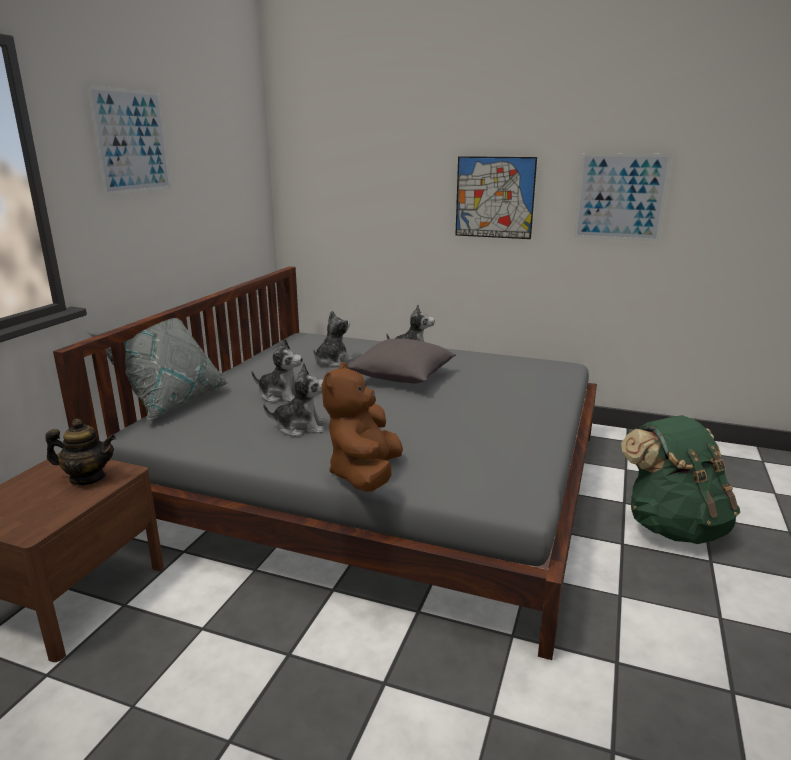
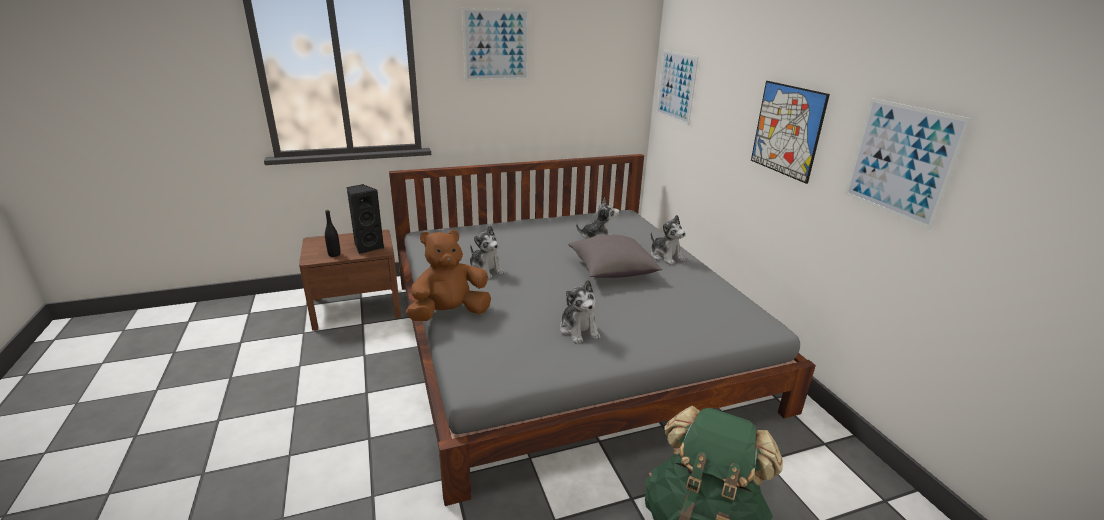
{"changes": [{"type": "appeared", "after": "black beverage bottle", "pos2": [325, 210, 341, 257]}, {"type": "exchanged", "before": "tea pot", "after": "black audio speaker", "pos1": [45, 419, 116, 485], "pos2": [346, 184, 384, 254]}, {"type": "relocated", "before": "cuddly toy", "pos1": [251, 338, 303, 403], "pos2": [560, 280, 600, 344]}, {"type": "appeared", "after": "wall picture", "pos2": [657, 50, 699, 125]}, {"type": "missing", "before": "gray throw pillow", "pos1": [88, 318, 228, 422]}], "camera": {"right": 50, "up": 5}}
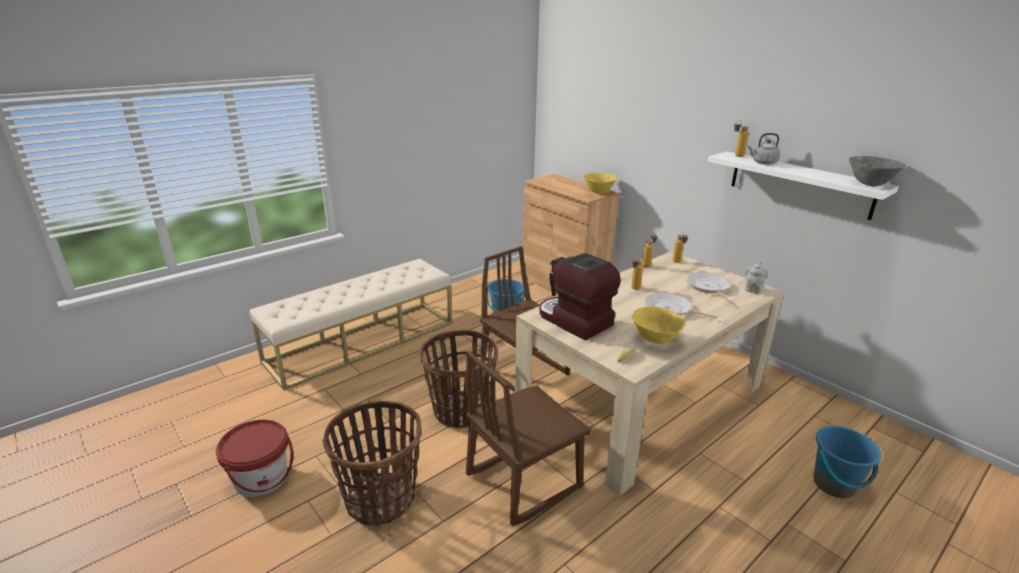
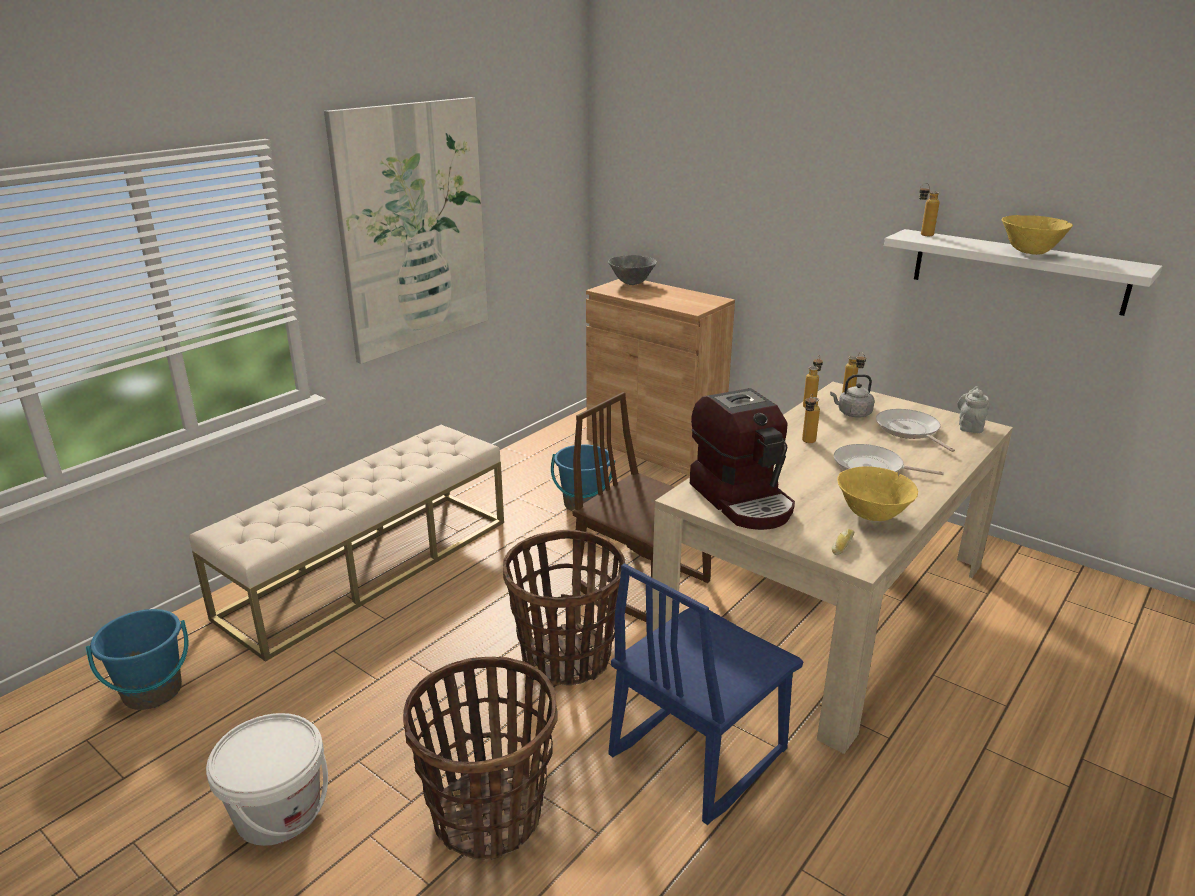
{"changes": [{"type": "relocated", "before": "bluish water bucket", "pos1": [813, 426, 881, 498], "pos2": [86, 609, 188, 710]}, {"type": "colour", "before": "red water bucket", "after": "white water bucket", "pos1": [216, 419, 293, 497], "pos2": [206, 713, 328, 846]}, {"type": "appeared", "after": "wall picture", "pos2": [324, 97, 488, 364]}, {"type": "relocated", "before": "gray deep dish", "pos1": [849, 156, 906, 186], "pos2": [608, 255, 657, 285]}, {"type": "colour", "before": "brown-coloured chair", "after": "bluish chair", "pos1": [465, 351, 592, 527], "pos2": [609, 563, 803, 825]}, {"type": "spun", "before": "coffee maker", "pos1": [540, 253, 621, 341], "pos2": [690, 388, 795, 530], "turn": -150}, {"type": "relocated", "before": "gray tea kettle", "pos1": [748, 133, 780, 165], "pos2": [830, 374, 875, 418]}, {"type": "relocated", "before": "yellowish deep dish", "pos1": [583, 173, 617, 194], "pos2": [1002, 215, 1073, 255]}], "camera": {"right": -10, "up": 0}}
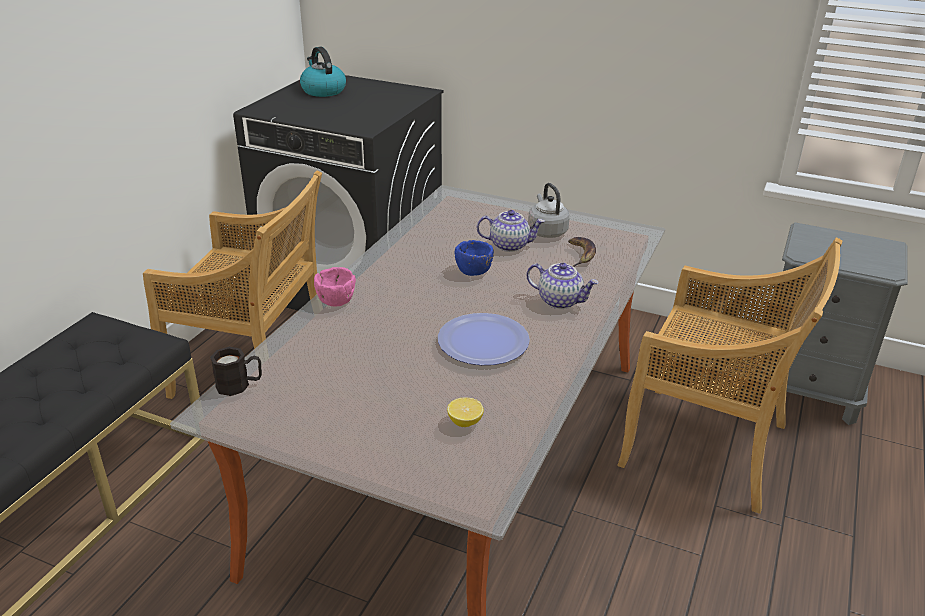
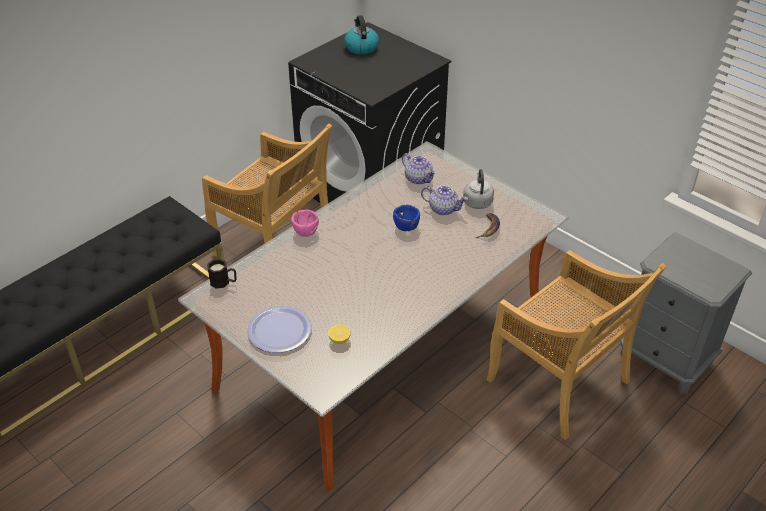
{"changes": [{"type": "relocated", "before": "plate", "pos1": [438, 313, 530, 365], "pos2": [247, 306, 312, 353]}, {"type": "relocated", "before": "tea pot", "pos1": [526, 263, 599, 309], "pos2": [402, 153, 436, 185]}], "camera": {"right": 20, "up": 10}}
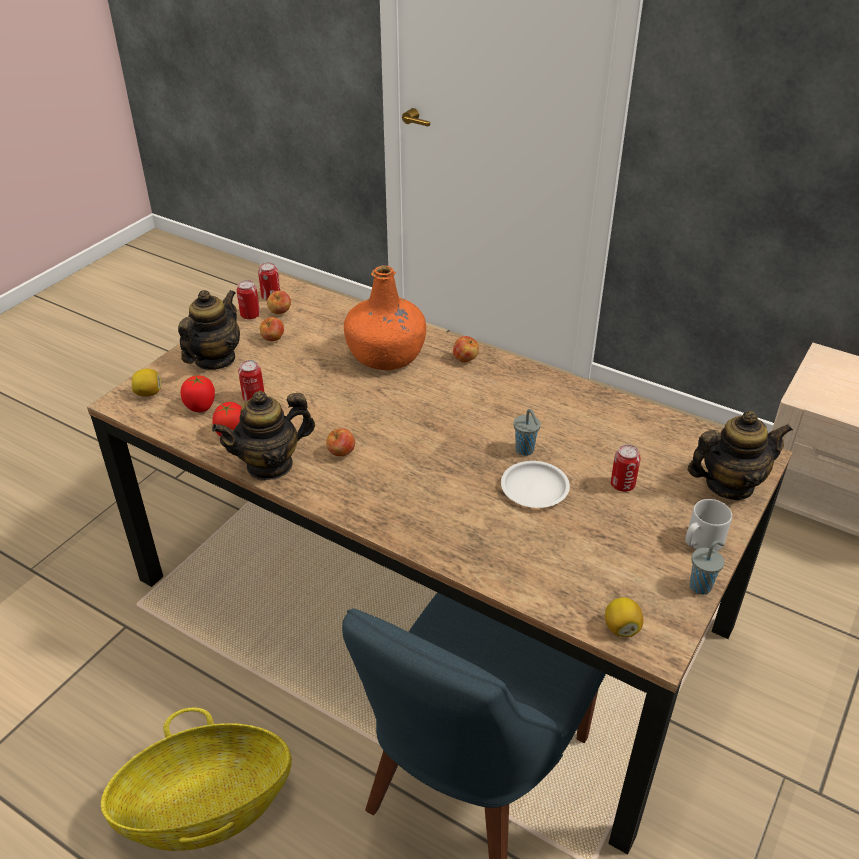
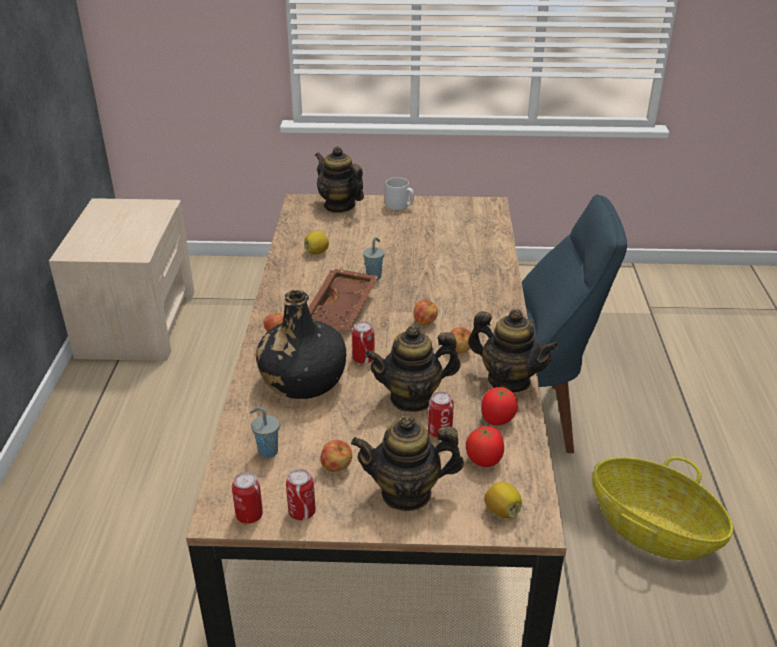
{"changes": [{"type": "relocated", "before": "gray cup", "pos1": [690, 540, 724, 595], "pos2": [250, 407, 280, 458]}, {"type": "colour", "before": "orange beverage bottle", "after": "black beverage bottle", "pos1": [344, 265, 426, 370], "pos2": [256, 290, 346, 399]}, {"type": "relocated", "before": "whole lemon", "pos1": [605, 597, 644, 637], "pos2": [304, 231, 329, 254]}, {"type": "appeared", "after": "brown-coloured serving tray", "pos2": [308, 268, 378, 331]}, {"type": "relocated", "before": "metal can", "pos1": [610, 444, 641, 492], "pos2": [352, 321, 375, 364]}, {"type": "appeared", "after": "tea pot", "pos2": [365, 325, 461, 412]}, {"type": "relocated", "before": "whole apple", "pos1": [267, 291, 291, 314], "pos2": [414, 300, 438, 326]}, {"type": "missing", "before": "white plate", "pos1": [501, 461, 570, 508]}], "camera": {"right": -120, "up": -5}}
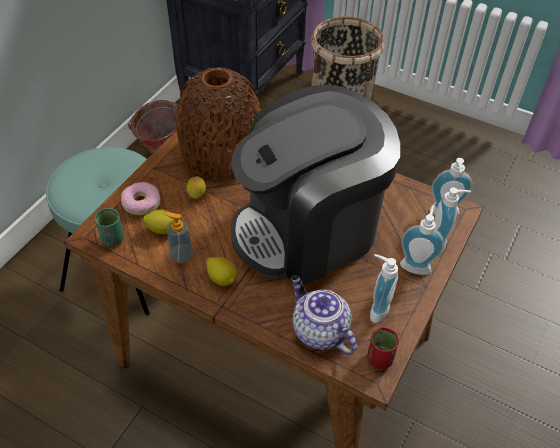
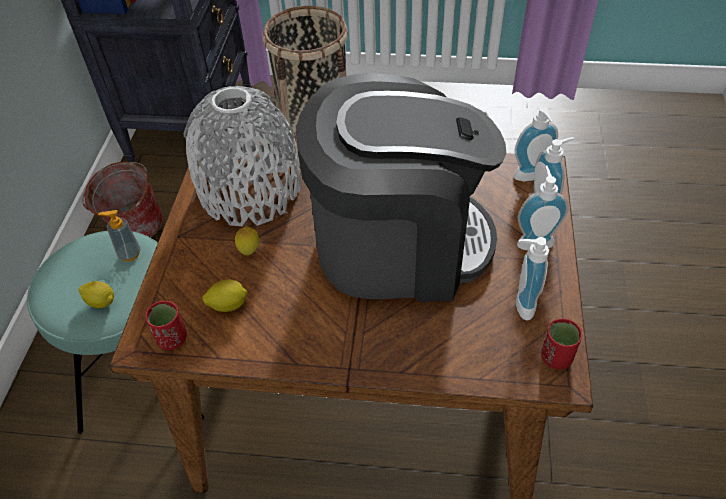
{"changes": [{"type": "relocated", "before": "whole lemon", "pos1": [206, 257, 237, 286], "pos2": [79, 281, 114, 308]}, {"type": "relocated", "before": "soap dispenser", "pos1": [163, 212, 194, 264], "pos2": [98, 210, 141, 261]}, {"type": "colour", "before": "greenish cup", "after": "red cup", "pos1": [95, 208, 124, 246], "pos2": [145, 300, 187, 350]}, {"type": "colour", "before": "brown-coloured vase", "after": "gray vase", "pos1": [176, 67, 261, 179], "pos2": [183, 86, 300, 226]}, {"type": "spun", "before": "coffee maker", "pos1": [231, 84, 400, 285], "pos2": [296, 73, 506, 302], "turn": -135}, {"type": "missing", "before": "ring doughnut", "pos1": [121, 182, 160, 215]}, {"type": "missing", "before": "tea pot", "pos1": [291, 275, 357, 355]}], "camera": {"right": -20, "up": 0}}
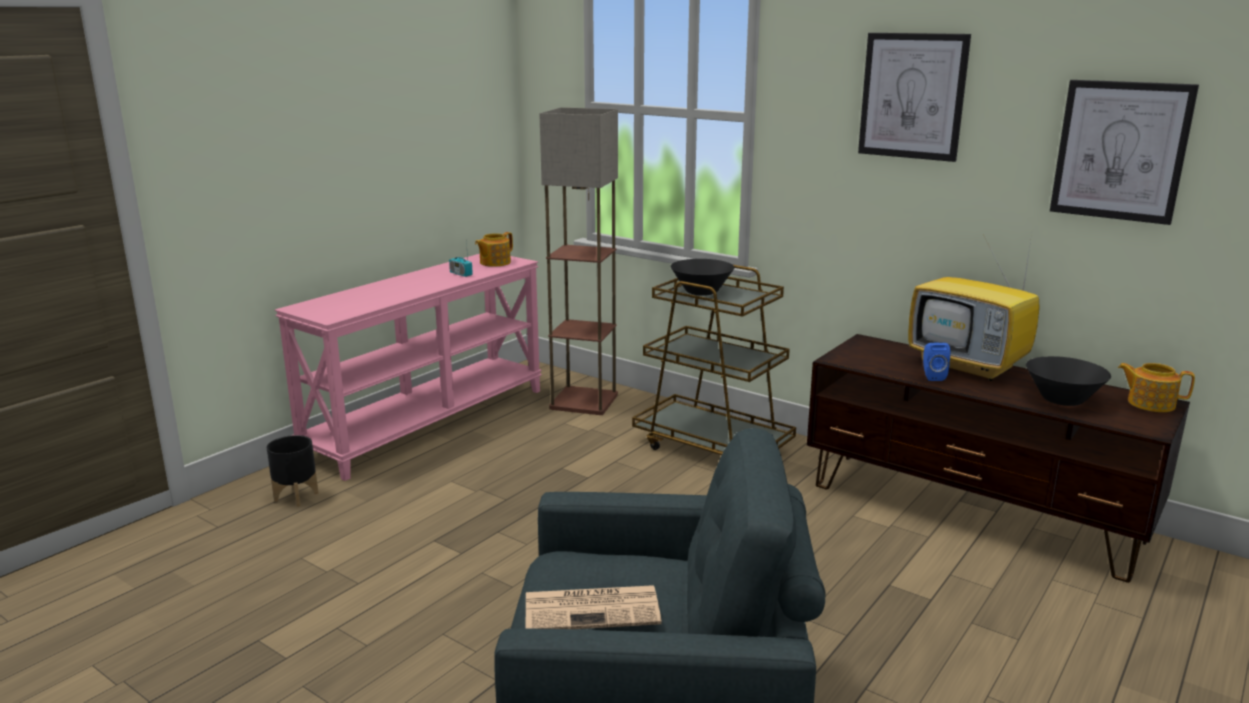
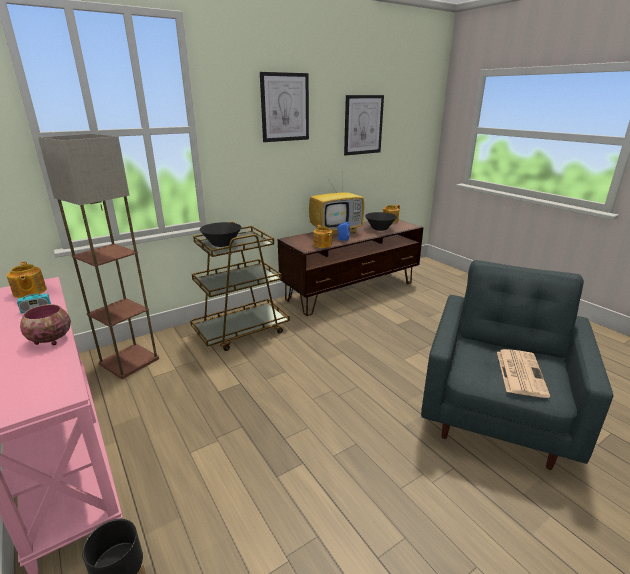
{"changes": [{"type": "appeared", "after": "deep dish", "pos2": [20, 304, 71, 345]}, {"type": "appeared", "after": "tea pot", "pos2": [313, 225, 332, 248]}], "camera": {"right": -70, "up": 5}}
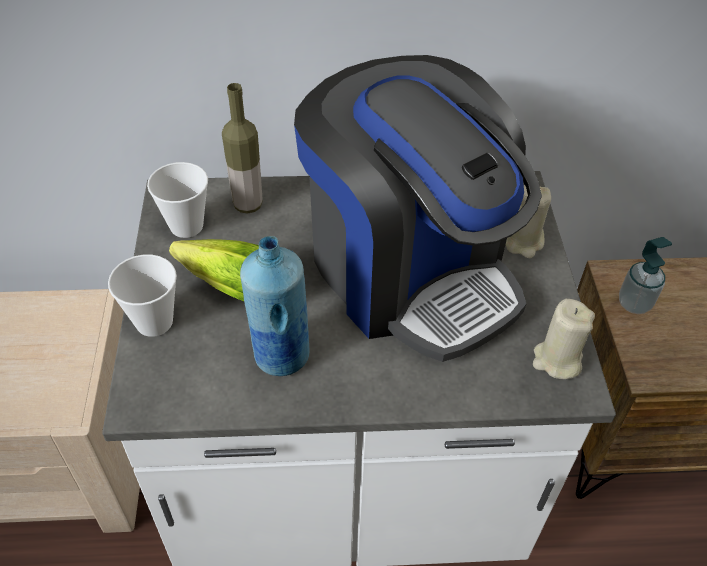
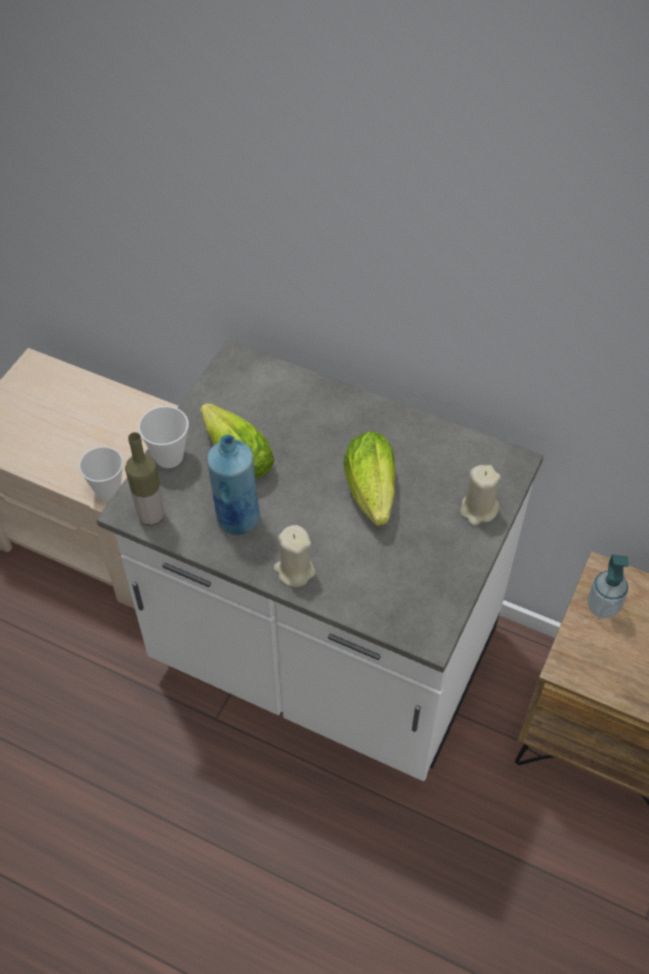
{"changes": [{"type": "relocated", "before": "cup", "pos1": [147, 162, 208, 238], "pos2": [79, 446, 123, 501]}, {"type": "relocated", "before": "beverage bottle", "pos1": [222, 83, 263, 213], "pos2": [125, 432, 165, 526]}, {"type": "relocated", "before": "sand-coloured wax light", "pos1": [533, 299, 595, 379], "pos2": [274, 525, 315, 587]}, {"type": "exchanged", "before": "coffee maker", "after": "lettuce head", "pos1": [294, 55, 542, 362], "pos2": [343, 431, 395, 526]}], "camera": {"right": 30, "up": 5}}
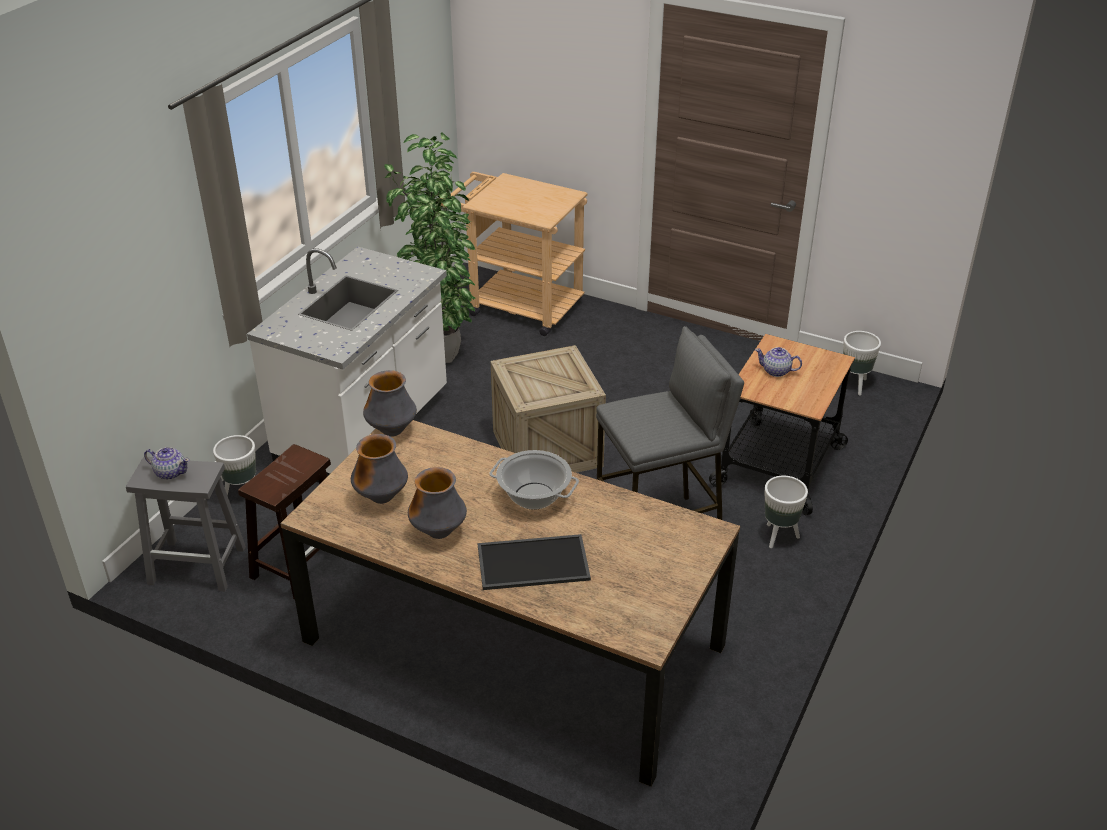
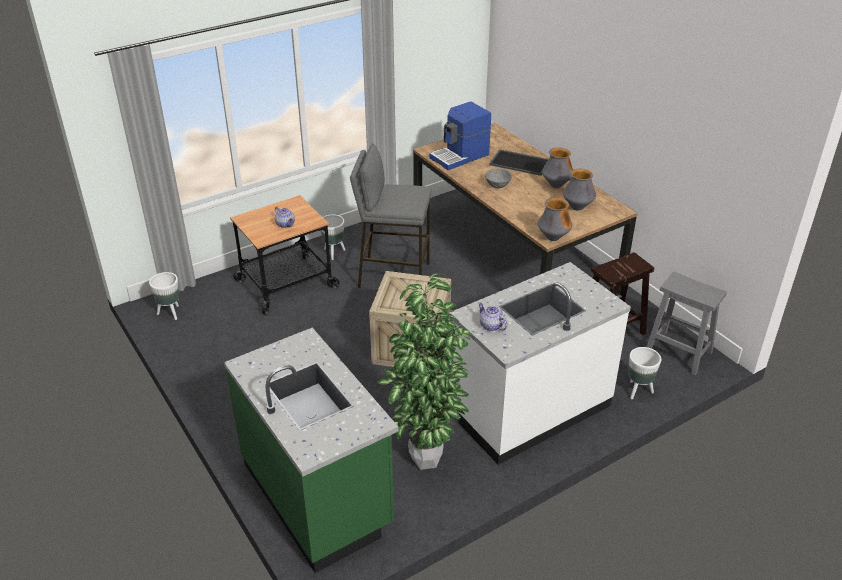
{"changes": [{"type": "exchanged", "before": "sand-coloured wheeled cart", "after": "greenish kitchen base unit", "pos1": [440, 172, 588, 336], "pos2": [224, 327, 399, 573]}, {"type": "appeared", "after": "coffee maker", "pos2": [429, 102, 491, 170]}, {"type": "relocated", "before": "tea pot", "pos1": [144, 447, 190, 480], "pos2": [478, 302, 507, 331]}, {"type": "exchanged", "before": "stockpot", "after": "gray deep dish", "pos1": [489, 450, 579, 510], "pos2": [485, 168, 512, 188]}], "camera": {"right": -150, "up": 0}}
